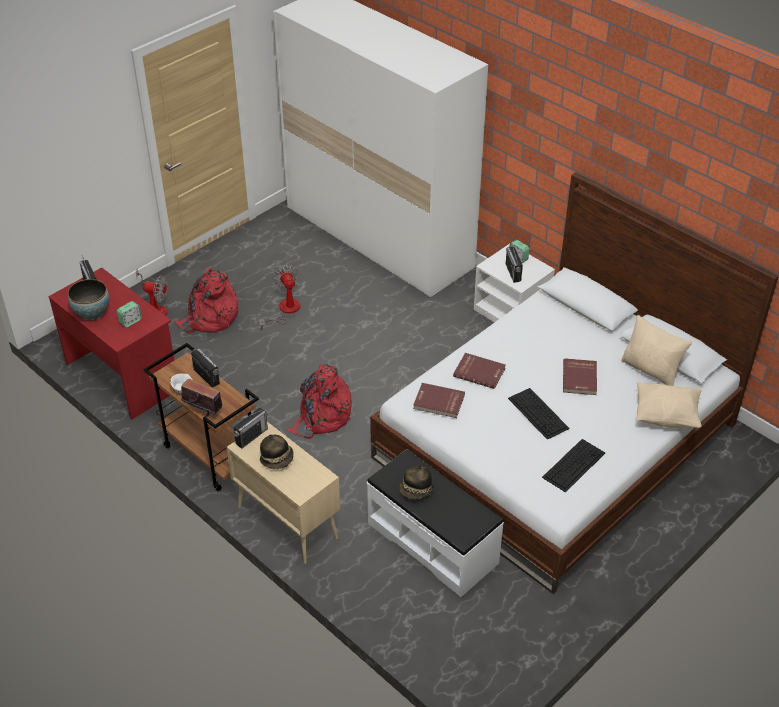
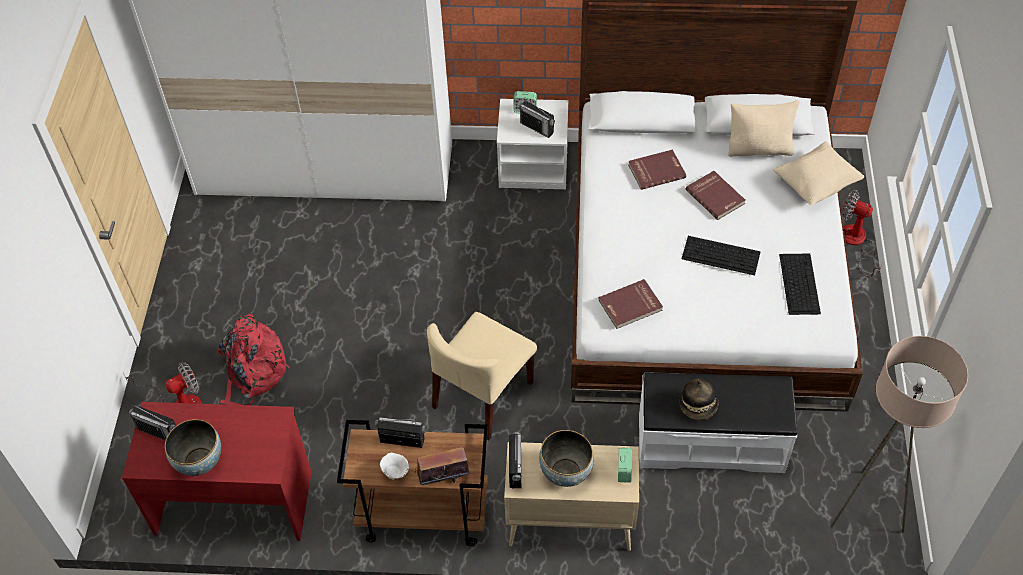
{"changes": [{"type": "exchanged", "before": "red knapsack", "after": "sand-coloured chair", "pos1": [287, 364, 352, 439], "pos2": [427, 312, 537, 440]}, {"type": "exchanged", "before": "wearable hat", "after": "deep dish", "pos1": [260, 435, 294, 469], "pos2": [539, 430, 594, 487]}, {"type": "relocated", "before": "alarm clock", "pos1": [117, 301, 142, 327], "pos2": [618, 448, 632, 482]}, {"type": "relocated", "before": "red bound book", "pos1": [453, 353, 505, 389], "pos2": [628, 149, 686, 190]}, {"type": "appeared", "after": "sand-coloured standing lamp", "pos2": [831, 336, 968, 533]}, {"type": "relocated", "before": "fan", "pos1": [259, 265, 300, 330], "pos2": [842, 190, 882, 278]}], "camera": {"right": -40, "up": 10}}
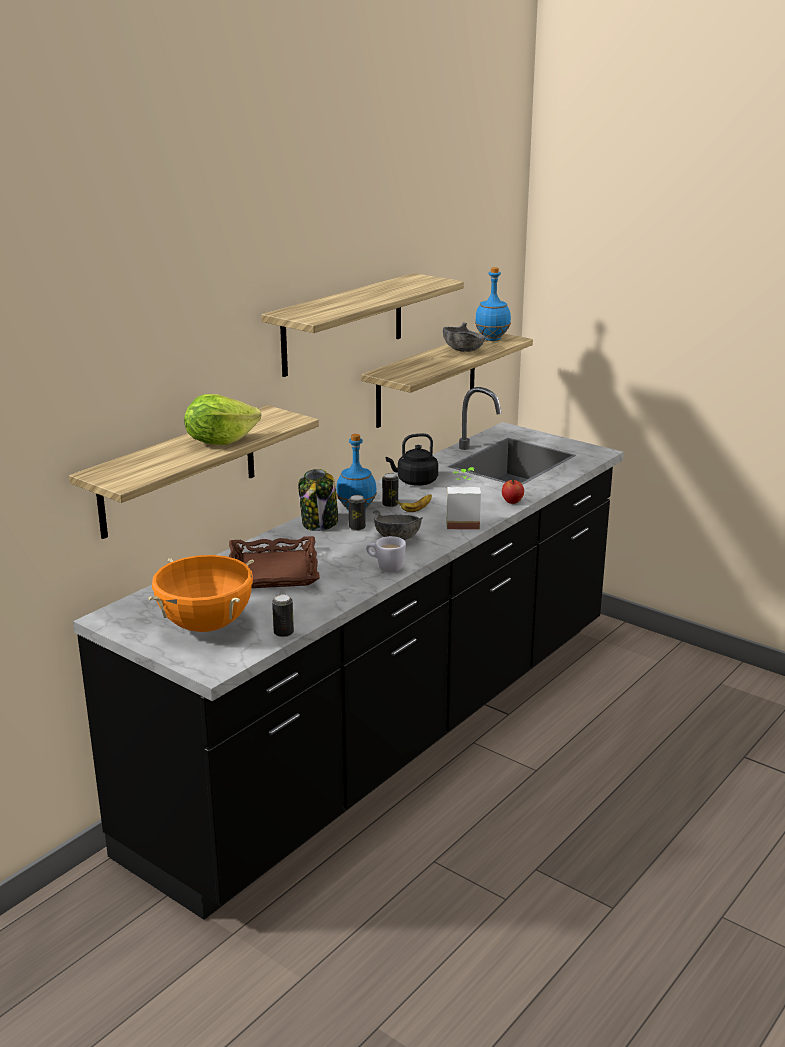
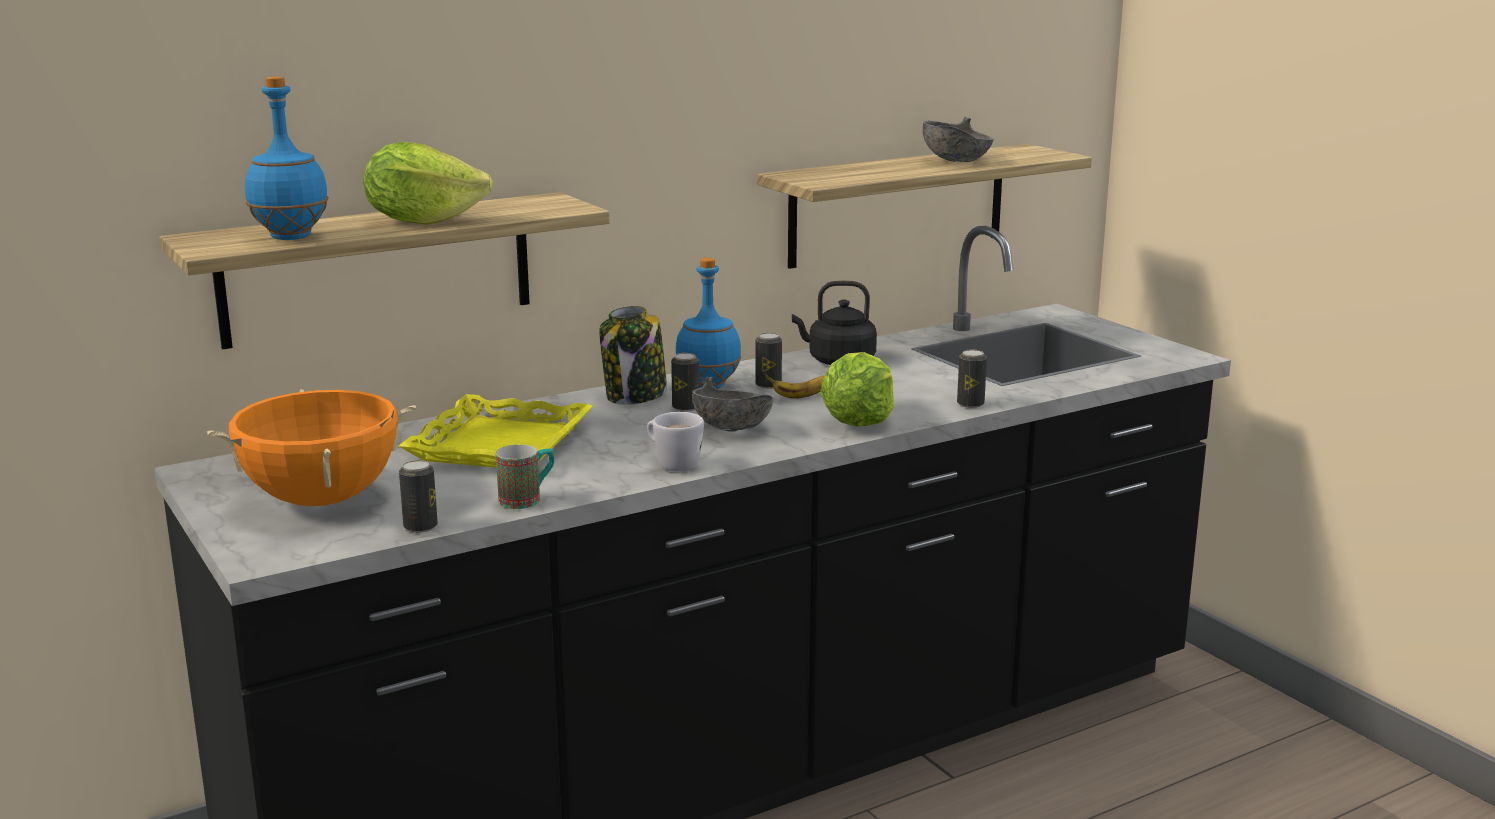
{"changes": [{"type": "relocated", "before": "bluish beverage bottle", "pos1": [475, 267, 511, 341], "pos2": [245, 76, 329, 240]}, {"type": "colour", "before": "brown-coloured serving tray", "after": "yellowish serving tray", "pos1": [229, 536, 320, 588], "pos2": [399, 394, 593, 468]}, {"type": "appeared", "after": "coffee mug", "pos2": [496, 444, 554, 509]}, {"type": "exchanged", "before": "houseplant", "after": "lettuce head", "pos1": [447, 467, 481, 529], "pos2": [820, 352, 894, 426]}, {"type": "exchanged", "before": "whole apple", "after": "metal can", "pos1": [502, 477, 524, 504], "pos2": [957, 350, 987, 408]}, {"type": "missing", "before": "wall shelf", "pos1": [261, 273, 464, 377]}], "camera": {"right": 20, "up": -5}}
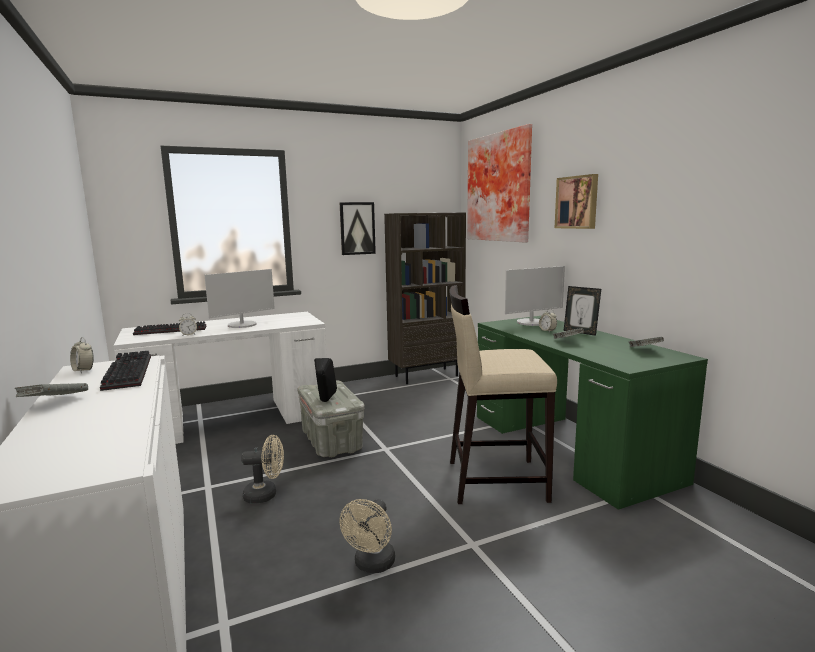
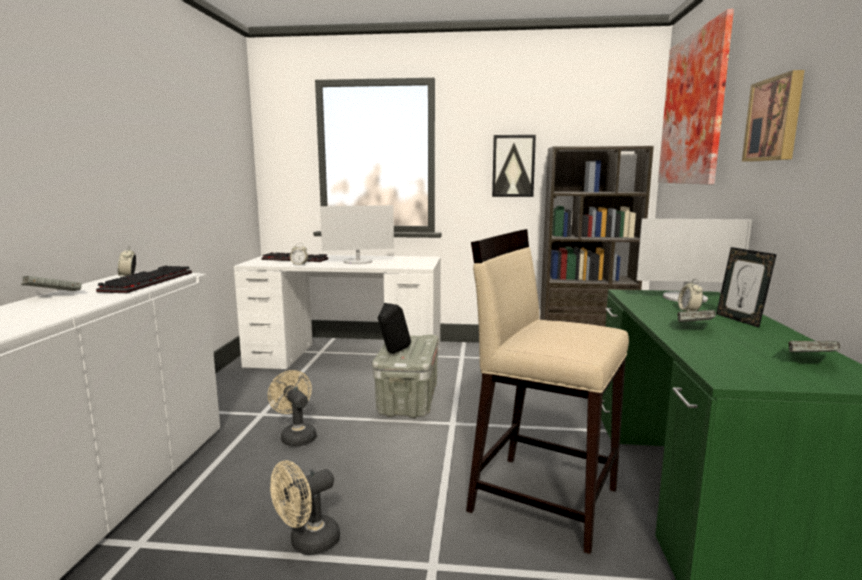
{"changes": [{"type": "spun", "before": "sand-coloured fan", "pos1": [241, 435, 284, 504], "pos2": [268, 370, 316, 446], "turn": -150}], "camera": {"right": 30, "up": 0}}
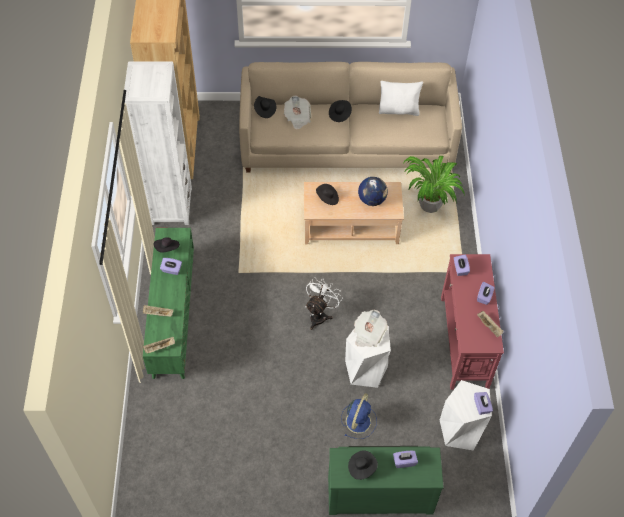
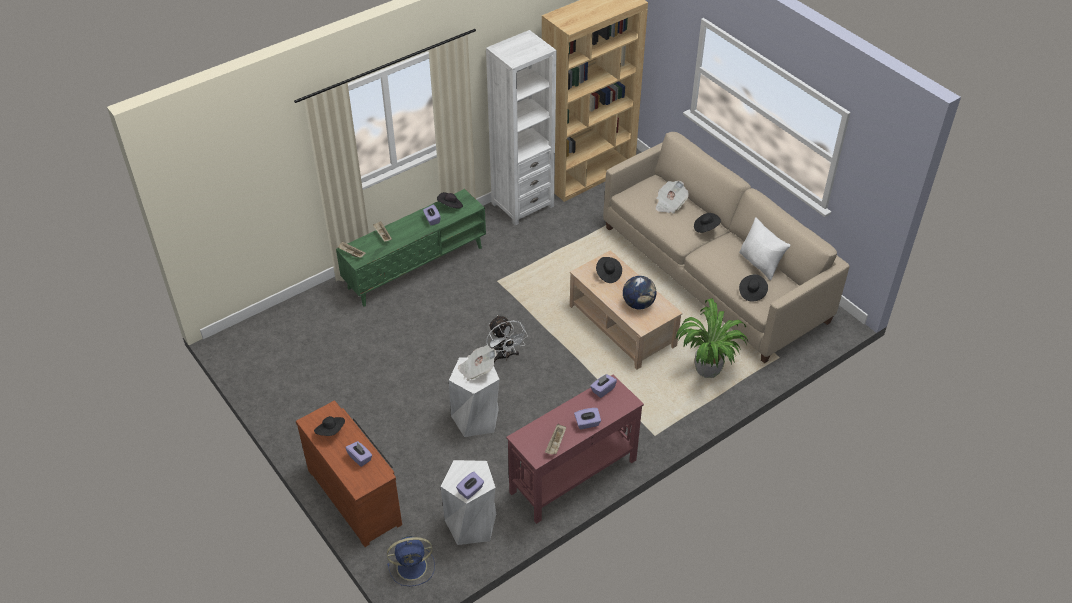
{"changes": [{"type": "colour", "before": "greenish drawer chest", "after": "brown-coloured drawer chest", "pos1": [328, 446, 444, 515], "pos2": [296, 401, 402, 547]}, {"type": "relocated", "before": "bluish fan", "pos1": [341, 393, 377, 439], "pos2": [387, 536, 435, 586]}, {"type": "spun", "before": "white fan", "pos1": [305, 277, 343, 330], "pos2": [486, 315, 528, 363], "turn": 75}, {"type": "relocated", "before": "black wearable hat", "pos1": [254, 96, 276, 118], "pos2": [739, 274, 768, 302]}], "camera": {"right": 55, "up": -10}}
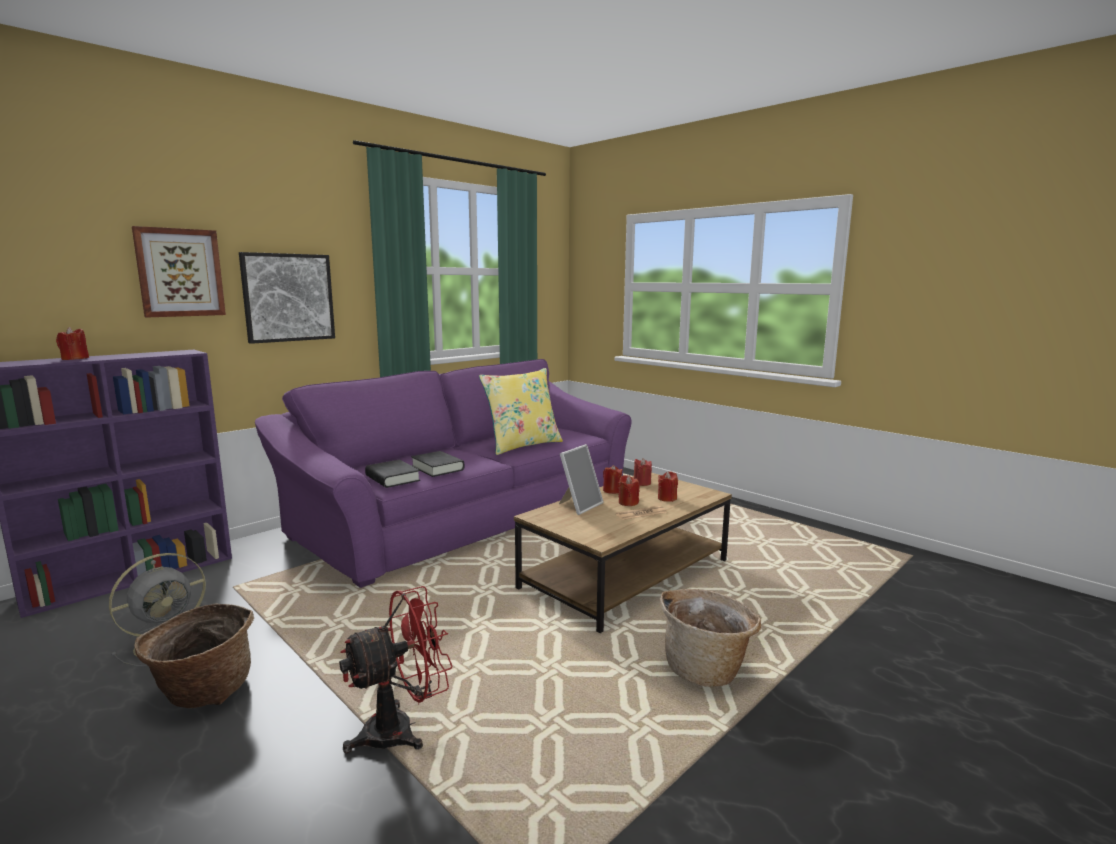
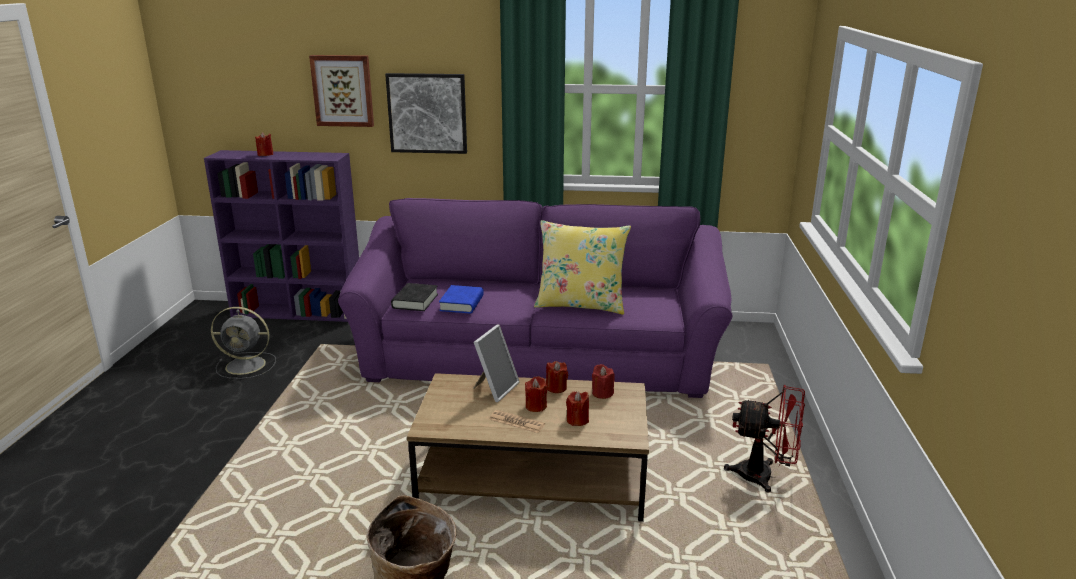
{"changes": [{"type": "colour", "before": "black bound book", "after": "bluish bound book", "pos1": [411, 451, 464, 477], "pos2": [439, 285, 484, 313]}, {"type": "spun", "before": "picture frame", "pos1": [559, 444, 604, 515], "pos2": [473, 324, 520, 402], "turn": -60}, {"type": "relocated", "before": "red fan", "pos1": [339, 586, 453, 753], "pos2": [724, 385, 805, 493]}, {"type": "missing", "before": "household basket", "pos1": [135, 603, 254, 708]}], "camera": {"right": 50, "up": 10}}
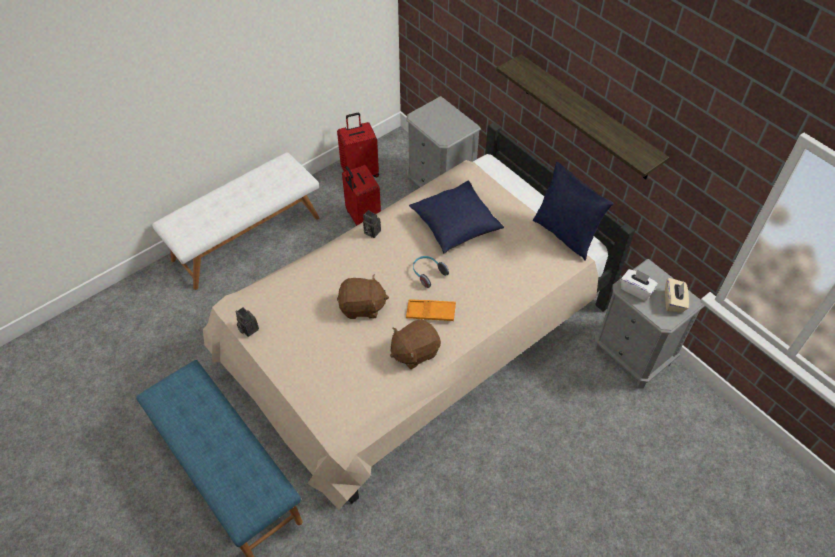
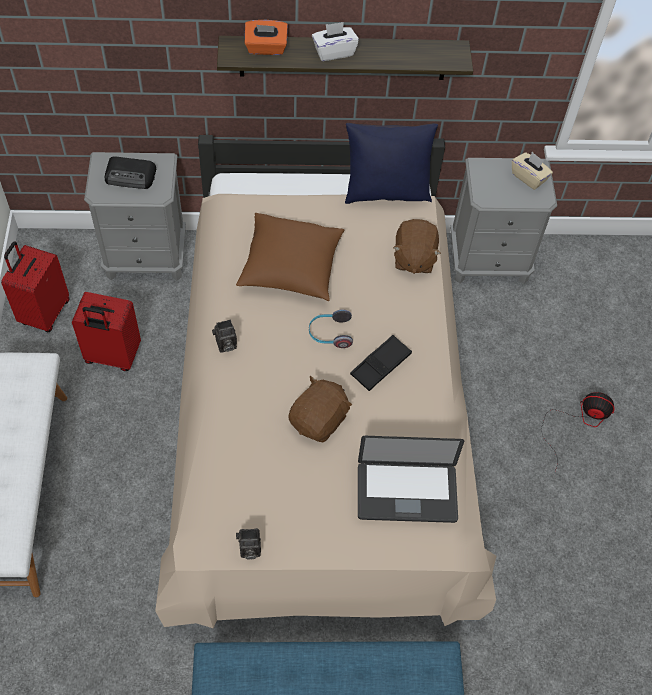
{"changes": [{"type": "appeared", "after": "radio", "pos2": [105, 156, 156, 189]}, {"type": "colour", "before": "bluish throw pillow", "after": "brown-coloured throw pillow", "pos1": [409, 180, 504, 254], "pos2": [236, 213, 345, 301]}, {"type": "appeared", "after": "orange tissue box", "pos2": [245, 20, 288, 55]}, {"type": "relocated", "before": "white tissue box", "pos1": [621, 269, 658, 301], "pos2": [312, 22, 359, 61]}, {"type": "colour", "before": "orange serving tray", "after": "black serving tray", "pos1": [406, 299, 456, 321], "pos2": [350, 335, 412, 391]}, {"type": "appeared", "after": "laptop", "pos2": [358, 436, 464, 523]}, {"type": "relocated", "before": "brown-coloured cuddly toy", "pos1": [390, 319, 441, 369], "pos2": [393, 219, 441, 274]}, {"type": "appeared", "after": "fan", "pos2": [541, 392, 615, 471]}], "camera": {"right": -55, "up": 5}}
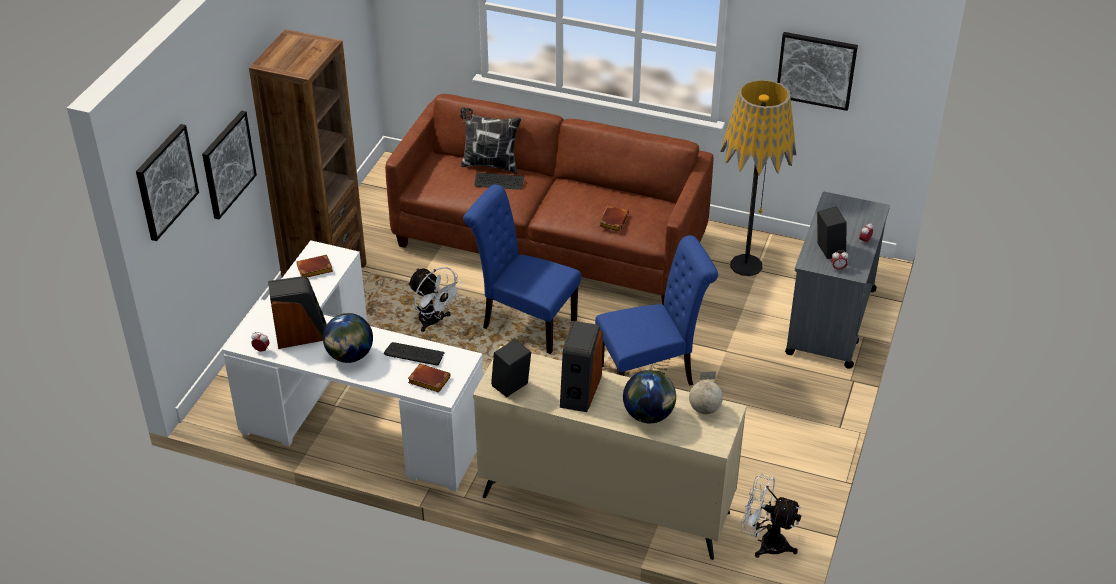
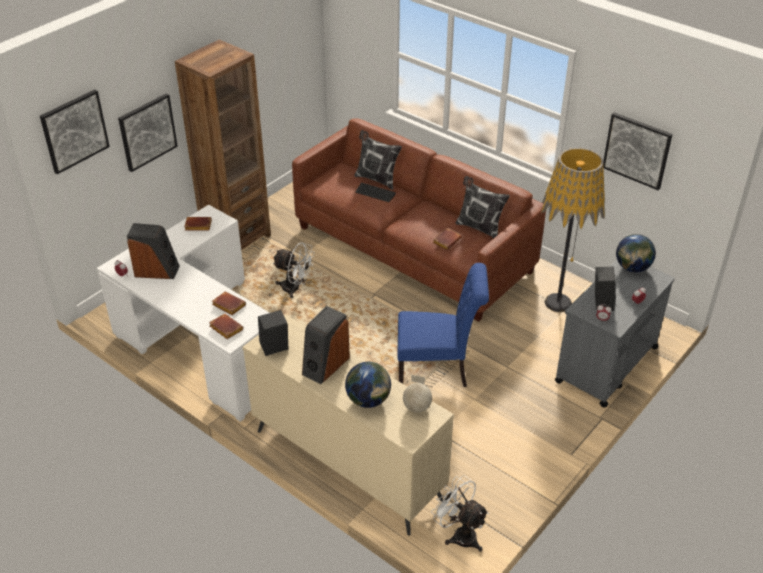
{"changes": [{"type": "exchanged", "before": "computer keyboard", "after": "brown-coloured bound book", "pos1": [384, 342, 445, 366], "pos2": [212, 291, 246, 315]}, {"type": "spun", "before": "white fan", "pos1": [408, 267, 463, 332], "pos2": [273, 242, 315, 298], "turn": -45}, {"type": "appeared", "after": "throw pillow", "pos2": [456, 176, 510, 238]}, {"type": "relocated", "before": "desk globe", "pos1": [323, 313, 373, 363], "pos2": [616, 234, 656, 272]}, {"type": "missing", "before": "bluish chair", "pos1": [463, 184, 581, 354]}], "camera": {"right": 20, "up": 0}}
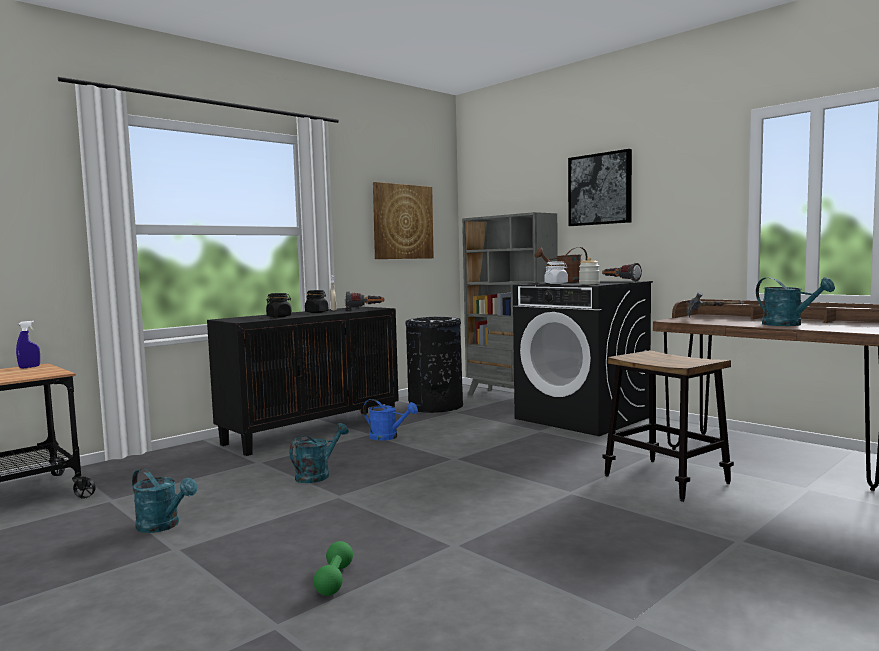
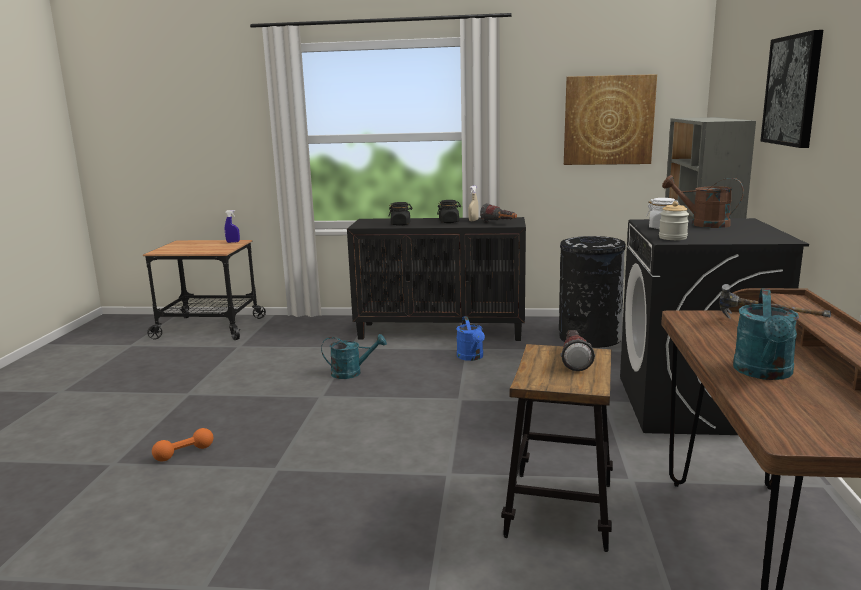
{"changes": [{"type": "colour", "before": "greenish free weight", "after": "orange free weight", "pos1": [314, 541, 353, 596], "pos2": [152, 428, 213, 461]}, {"type": "relocated", "before": "flashlight", "pos1": [602, 263, 642, 282], "pos2": [560, 330, 595, 371]}, {"type": "missing", "before": "turquoise watering pot", "pos1": [132, 469, 197, 533]}], "camera": {"right": 50, "up": 10}}
